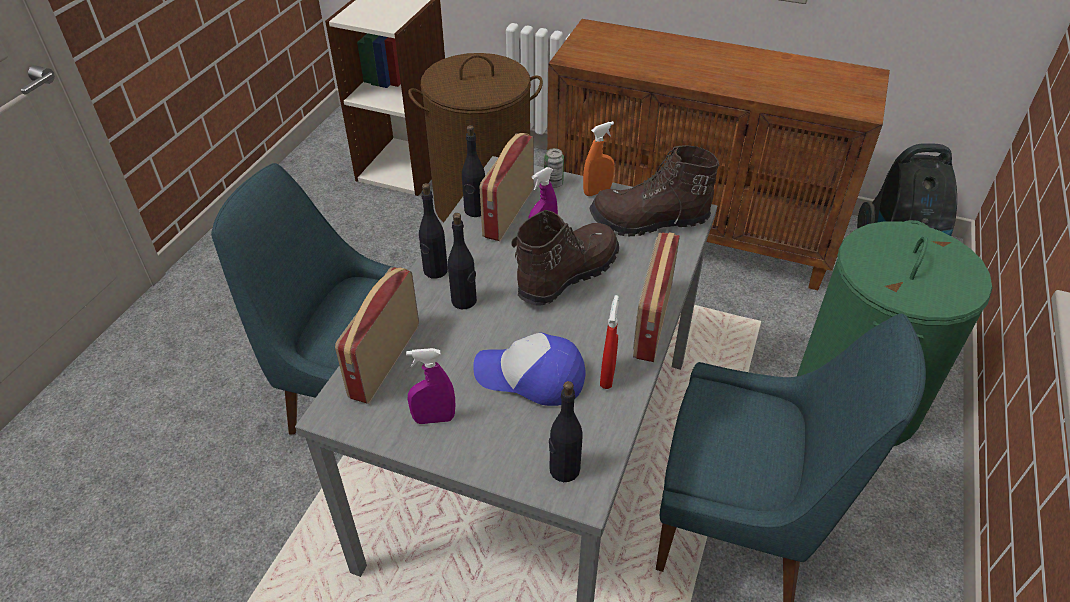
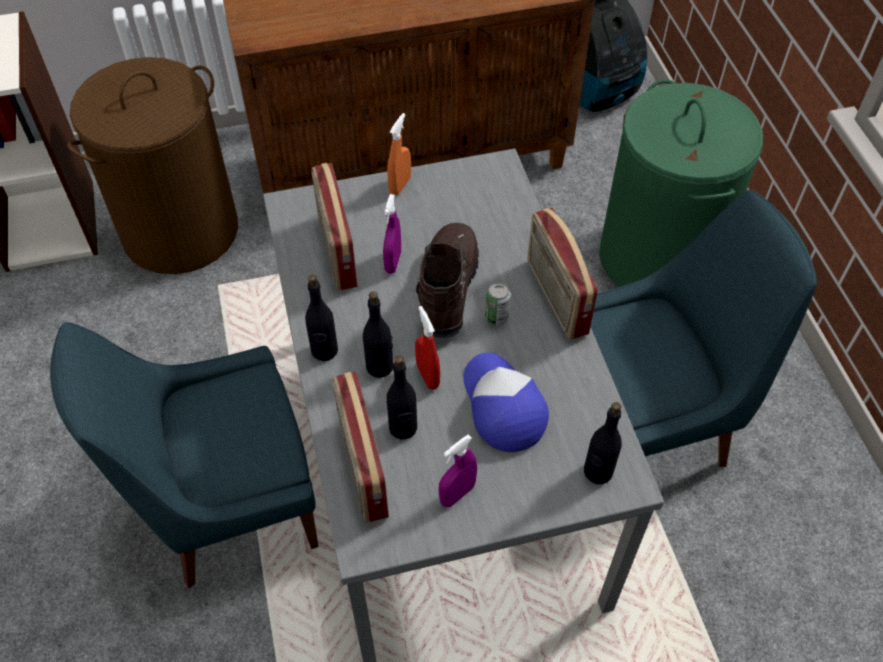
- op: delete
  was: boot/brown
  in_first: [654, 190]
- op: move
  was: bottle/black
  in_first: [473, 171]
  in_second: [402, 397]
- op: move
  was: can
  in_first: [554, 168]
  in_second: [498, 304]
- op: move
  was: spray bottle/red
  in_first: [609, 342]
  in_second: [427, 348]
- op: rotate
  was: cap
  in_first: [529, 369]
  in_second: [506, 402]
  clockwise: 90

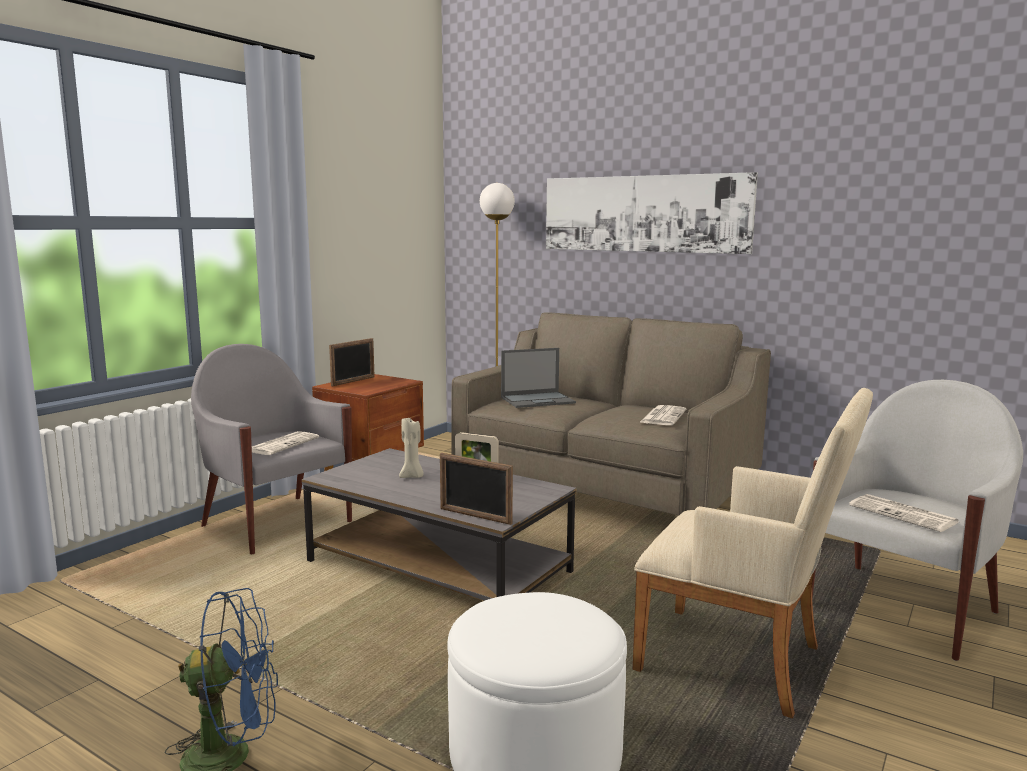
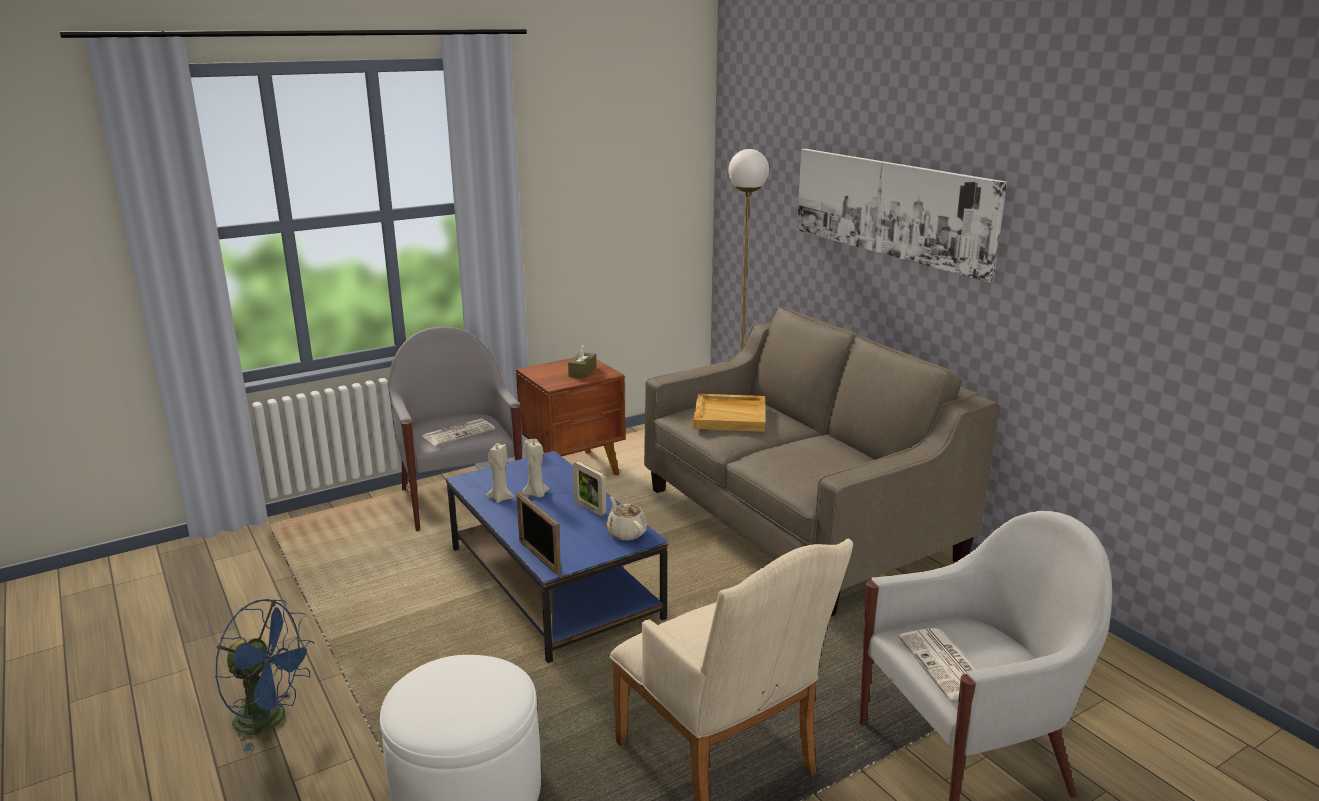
- op: delete
  was: picture frame
  in_first: [352, 362]
- op: delete
  was: newspaper
  in_first: [663, 415]
- op: insert
  now: candle/beige
  in_second: [500, 473]
- op: insert
  now: tissue box/brown
  in_second: [582, 361]
- op: insert
  now: teapot/beige
  in_second: [626, 518]
- op: replace
  was: laptop
  now: tray/beige
  in_first: [538, 378]
  in_second: [729, 413]
- op: recolor
  was: coffee table/grey
  now: coffee table/blue
  in_first: [439, 524]
  in_second: [557, 557]

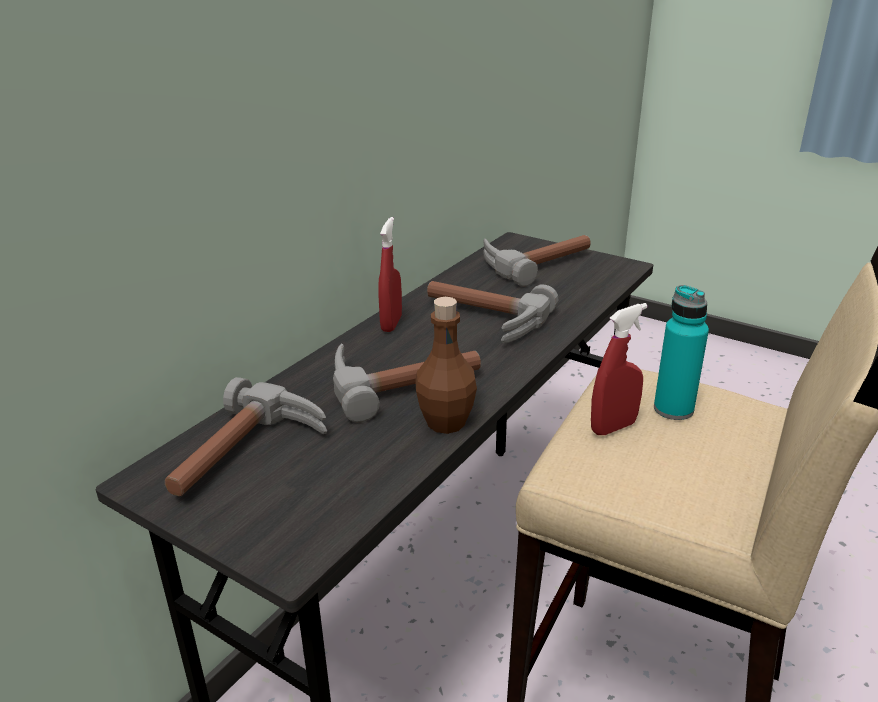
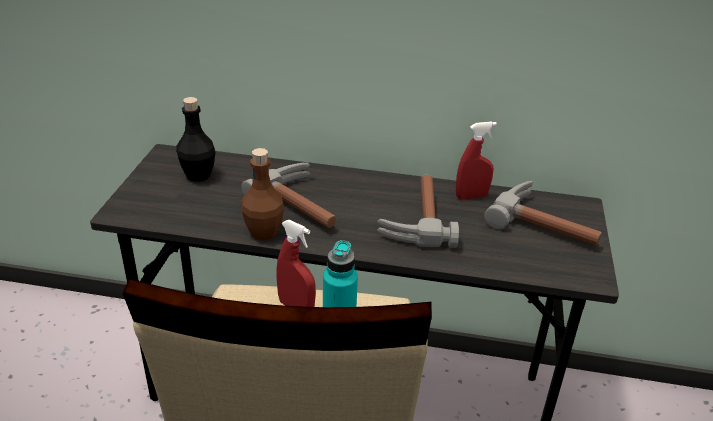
- op: move
  was: spray bottle/red
  in_first: [390, 274]
  in_second: [476, 160]
- op: replace
  was: hammer
  now: bottle/black
  in_first: [246, 436]
  in_second: [195, 139]

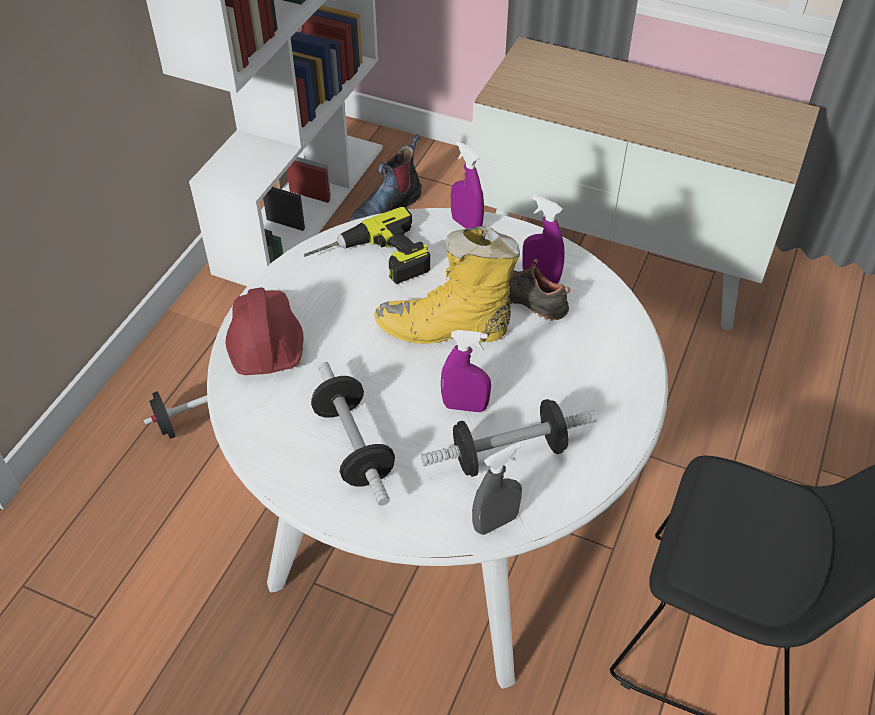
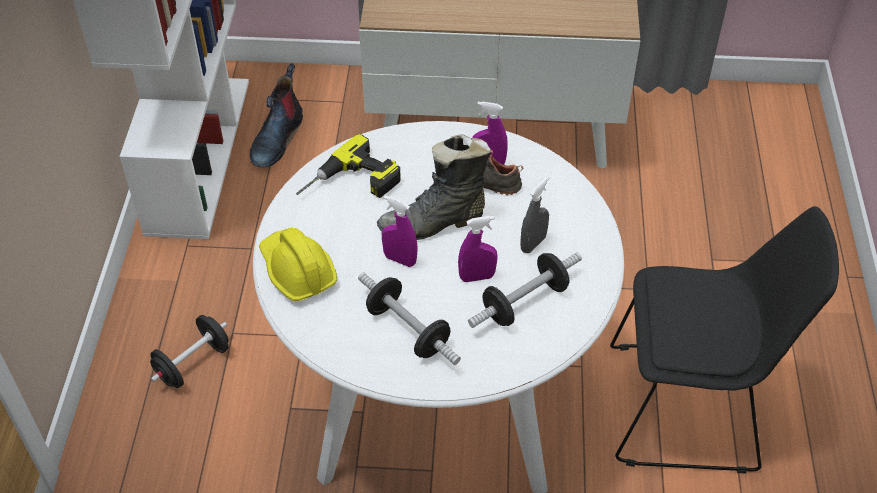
- op: move
  was: spray bottle/purple
  in_first: [467, 185]
  in_second: [400, 231]
- op: move
  was: spray bottle/grey
  in_first: [497, 489]
  in_second: [534, 214]
- op: recolor
  was: hard hat/red
  now: hard hat/yellow
  in_first: [264, 331]
  in_second: [298, 264]
- op: recolor
  was: boot/yellow
  now: boot/black
  in_first: [447, 285]
  in_second: [434, 187]

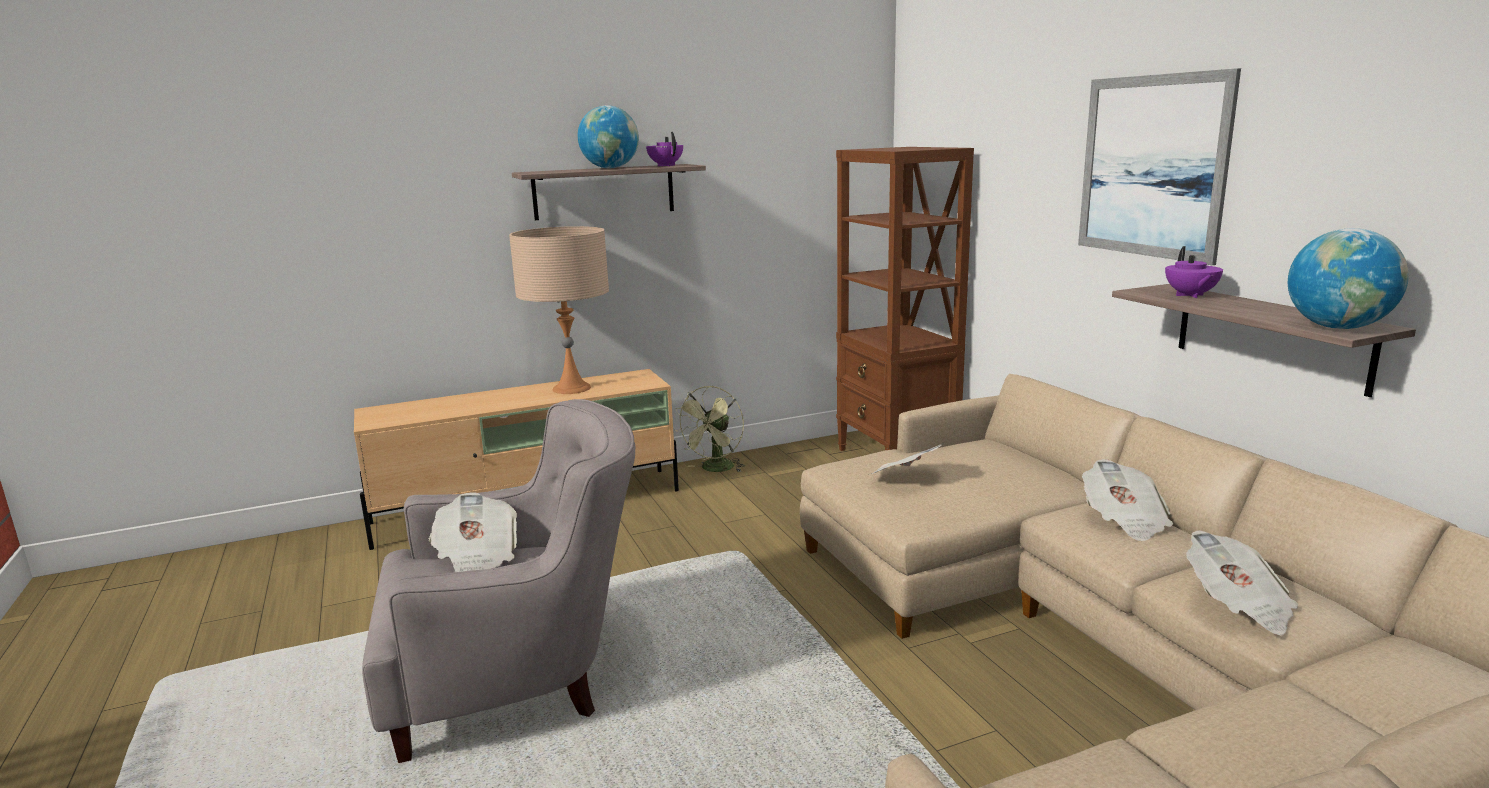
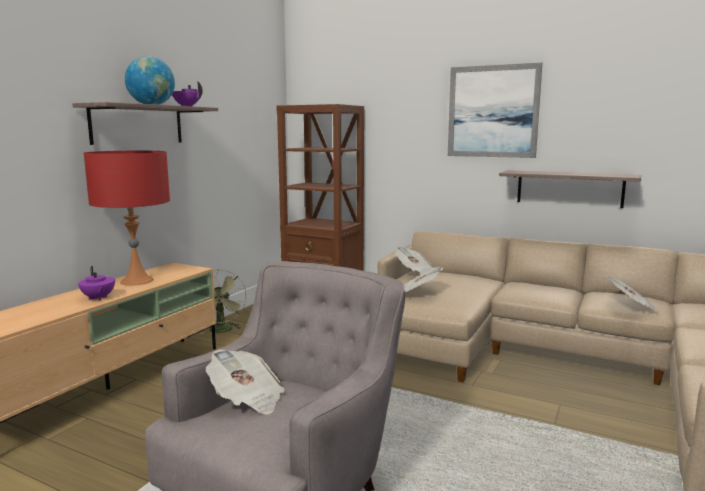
- op: delete
  was: globe
  in_first: [1348, 278]
- op: move
  was: newspaper
  in_first: [1127, 500]
  in_second: [414, 260]
- op: move
  was: teapot/purple
  in_first: [1194, 272]
  in_second: [96, 283]
- op: recolor
  was: table lamp/beige
  now: table lamp/red
  in_first: [559, 310]
  in_second: [127, 218]

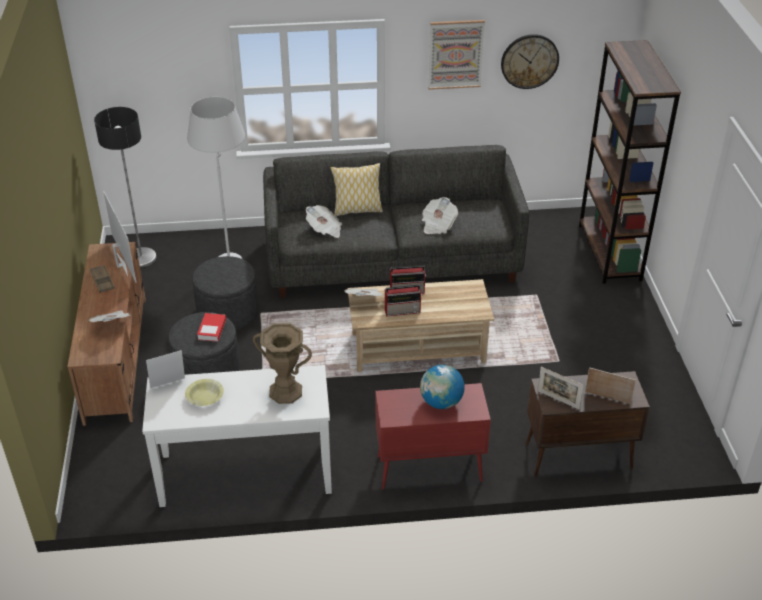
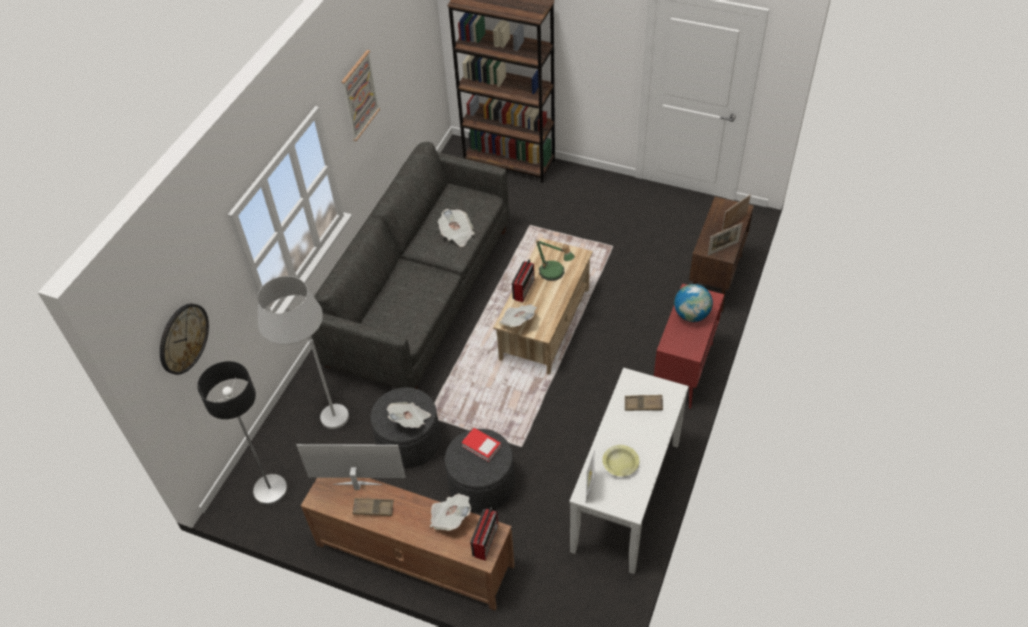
- op: delete
  was: pillow
  in_first: [356, 189]
- op: insert
  now: table lamp
  in_second: [555, 260]
- op: move
  was: newspaper
  in_first: [324, 221]
  in_second: [409, 415]
- op: move
  was: radio
  in_first: [403, 301]
  in_second: [484, 534]
- op: move
  was: wall clock
  in_first: [530, 61]
  in_second: [184, 339]
- op: replace
  was: vase/brown
  now: tray/brown
  in_first: [282, 363]
  in_second: [644, 403]

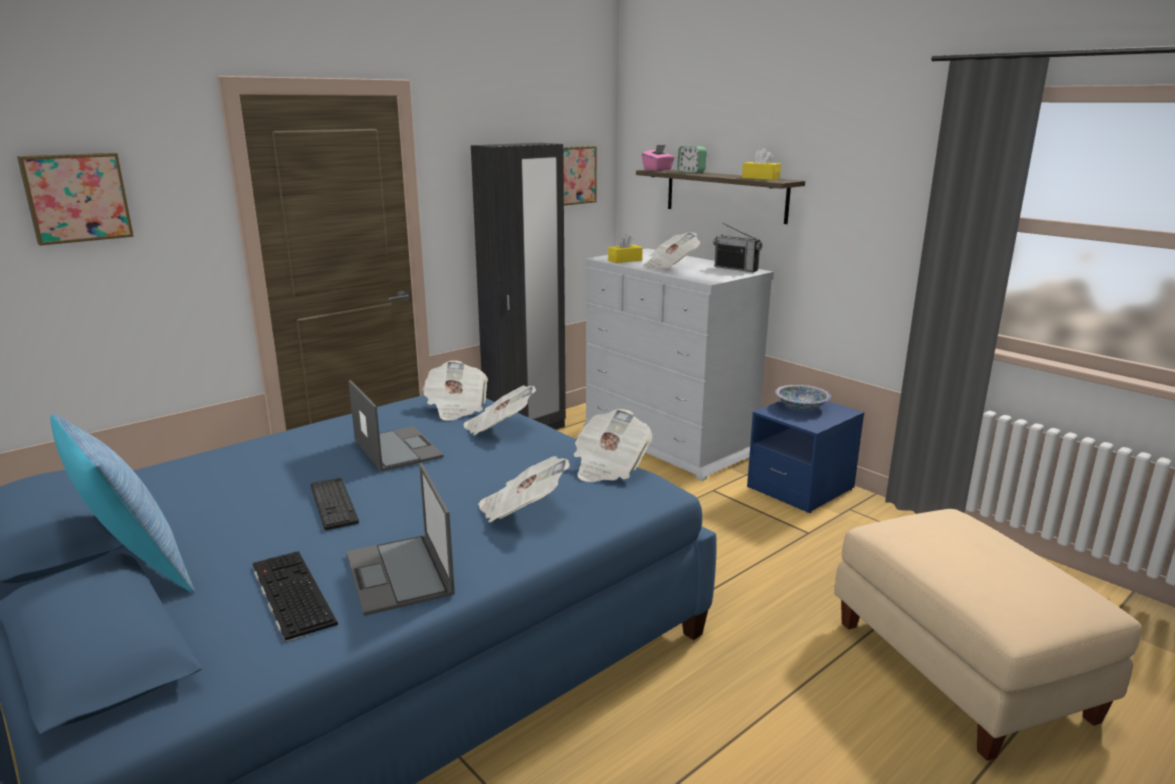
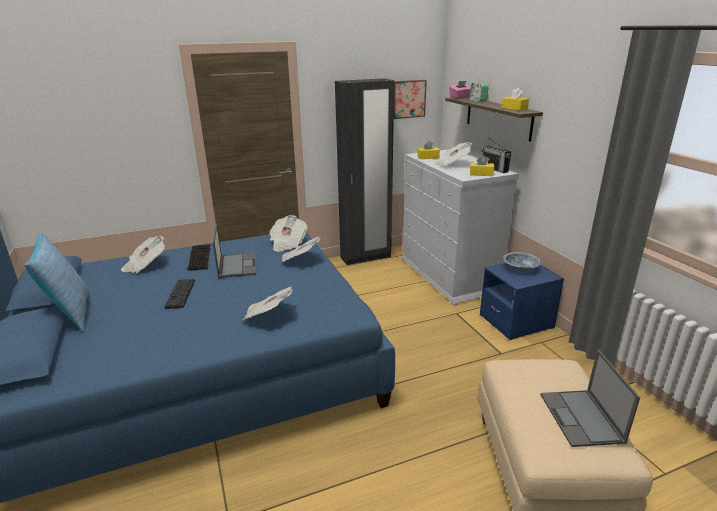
- op: delete
  was: picture
  in_first: [75, 199]
- op: insert
  now: tissue box/yellow
  in_second: [482, 165]
- op: move
  was: keyboard
  in_first: [295, 596]
  in_second: [199, 257]
- op: move
  was: laptop
  in_first: [400, 539]
  in_second: [590, 398]
- op: move
  was: newspaper
  in_first: [613, 445]
  in_second: [143, 254]

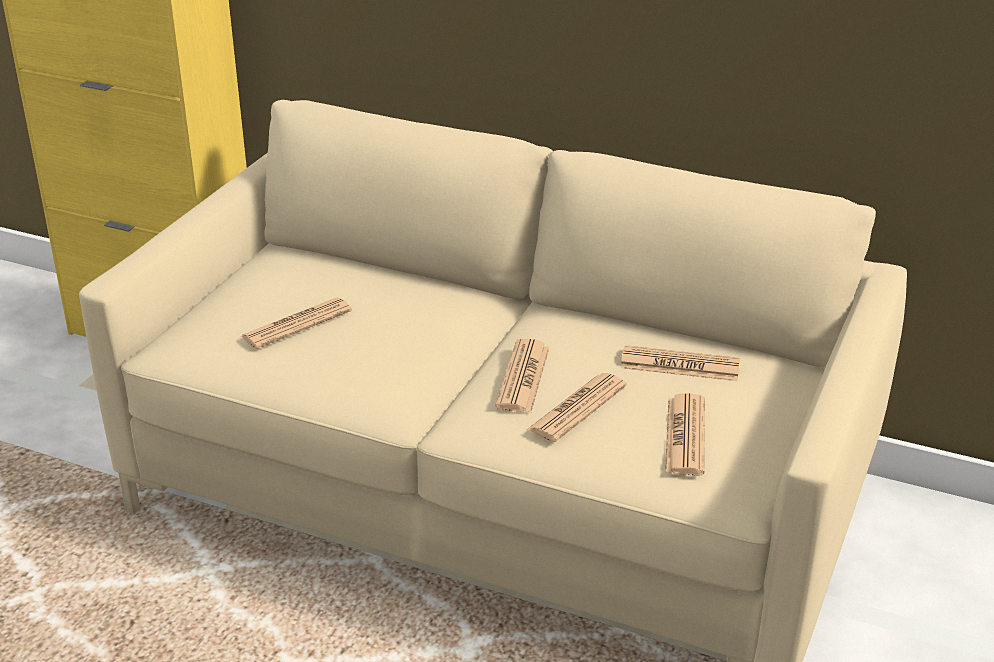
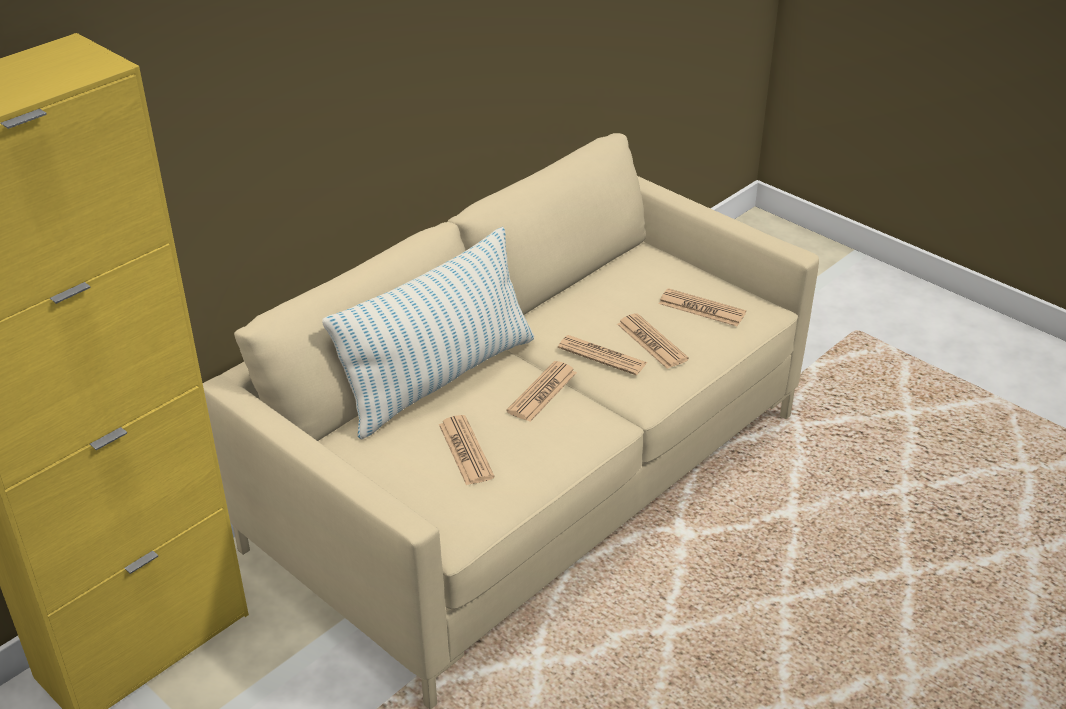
- op: insert
  now: pillow
  in_second: [428, 333]
- op: move
  was: newspaper
  in_first: [680, 363]
  in_second: [542, 391]

